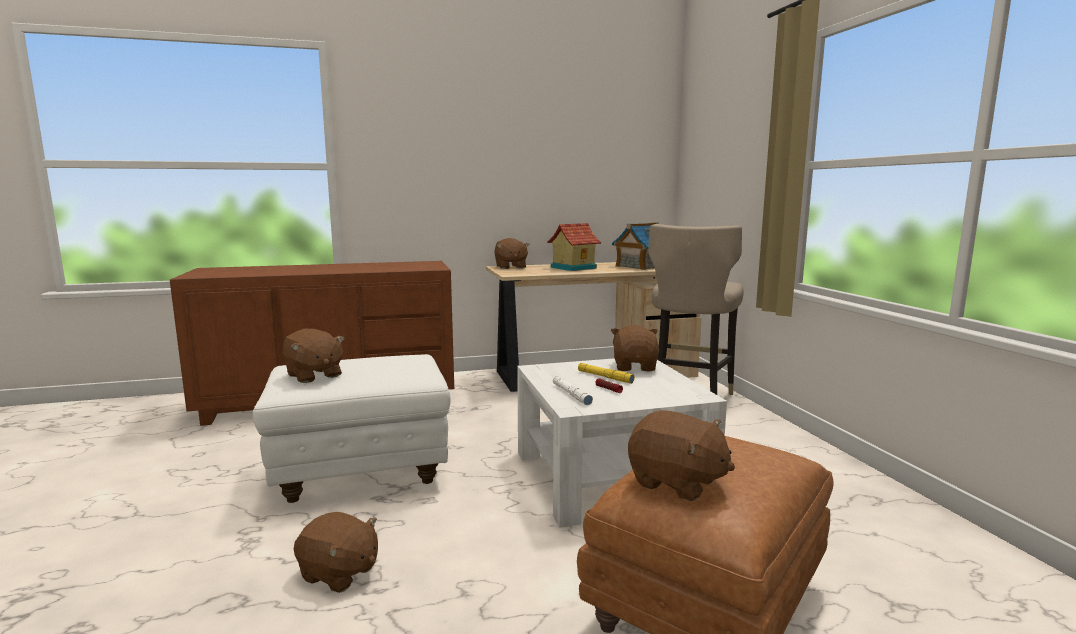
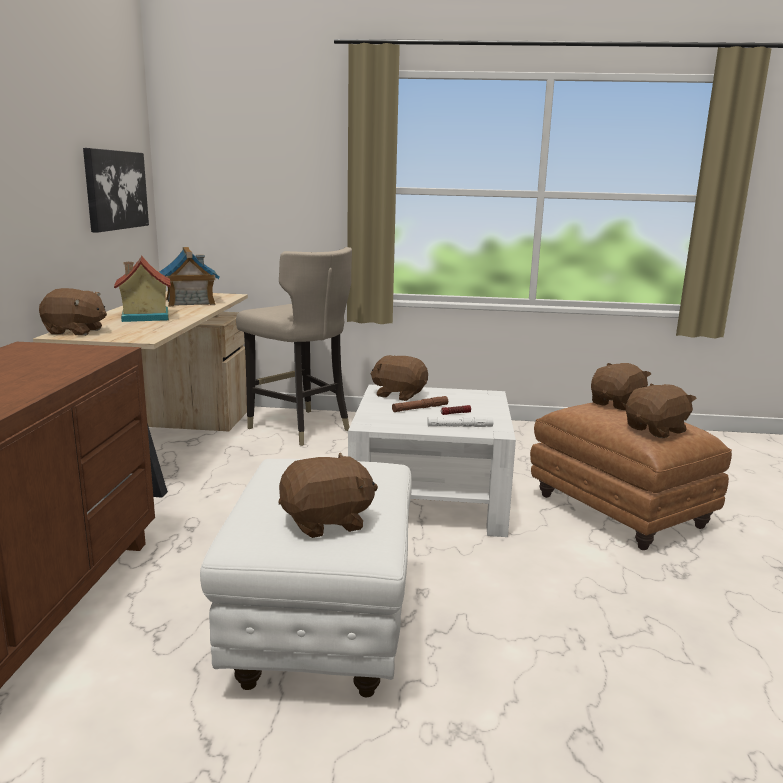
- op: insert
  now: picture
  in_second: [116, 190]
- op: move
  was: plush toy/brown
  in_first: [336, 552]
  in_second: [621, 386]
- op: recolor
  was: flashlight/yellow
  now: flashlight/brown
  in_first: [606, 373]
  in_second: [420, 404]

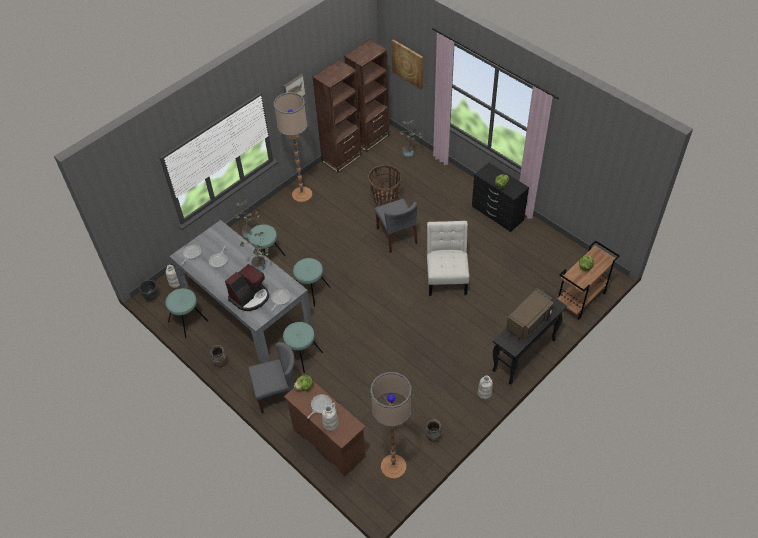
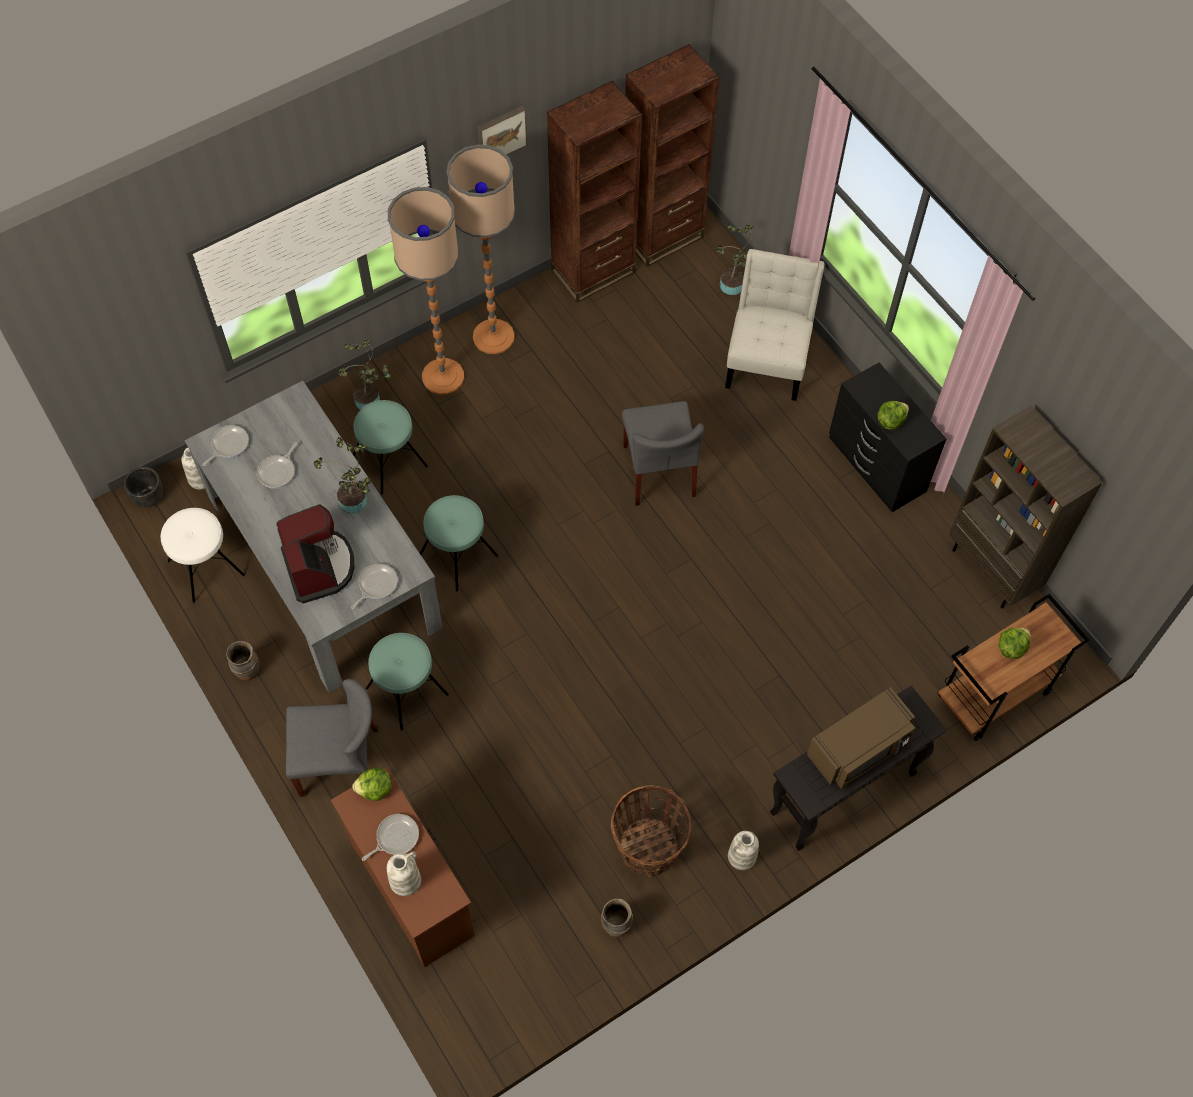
- op: delete
  was: picture
  in_first: [407, 64]
- op: insert
  now: bookcase/brown
  in_second: [1026, 507]
- op: move
  was: basket
  in_first: [384, 185]
  in_second: [651, 831]
- op: move
  was: floor lamp
  in_first: [391, 425]
  in_second: [426, 291]
- op: move
  was: chair/white
  in_first: [448, 258]
  in_second: [774, 325]
- op: recolor
  was: stool/turquoise
  now: stool/white
  in_first: [187, 313]
  in_second: [202, 555]
- op: rotate
  was: coffee machine
  in_first: [247, 287]
  in_second: [315, 554]
  clockwise: -75

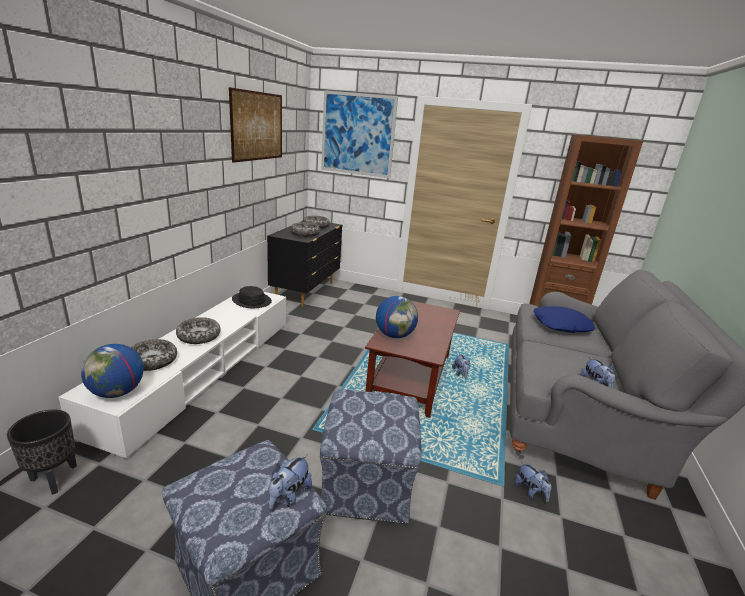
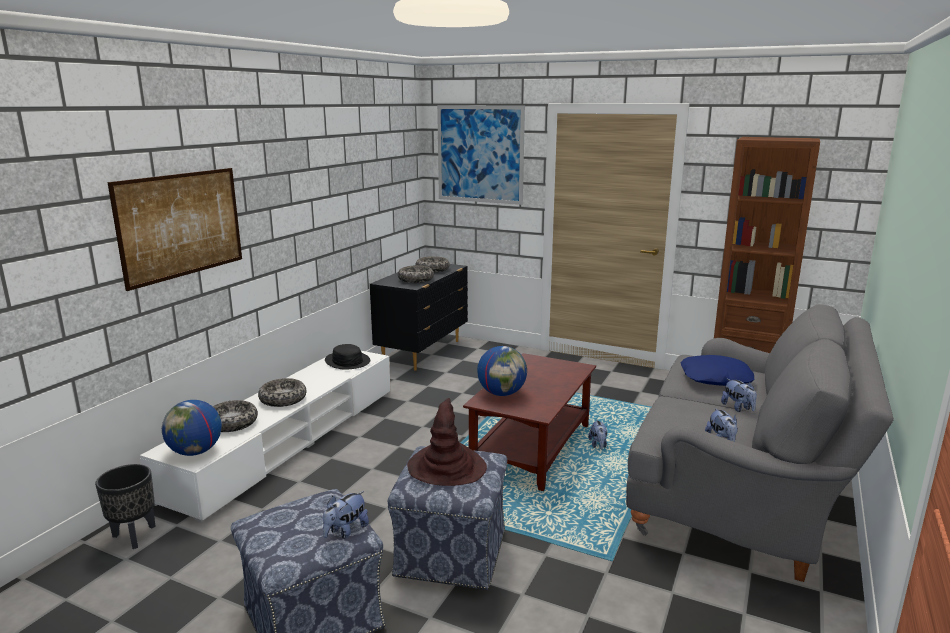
- op: insert
  now: hat/brown
  in_second: [447, 442]
- op: move
  was: picture
  in_first: [255, 125]
  in_second: [175, 229]
- op: move
  was: plush toy
  in_first: [533, 482]
  in_second: [739, 395]

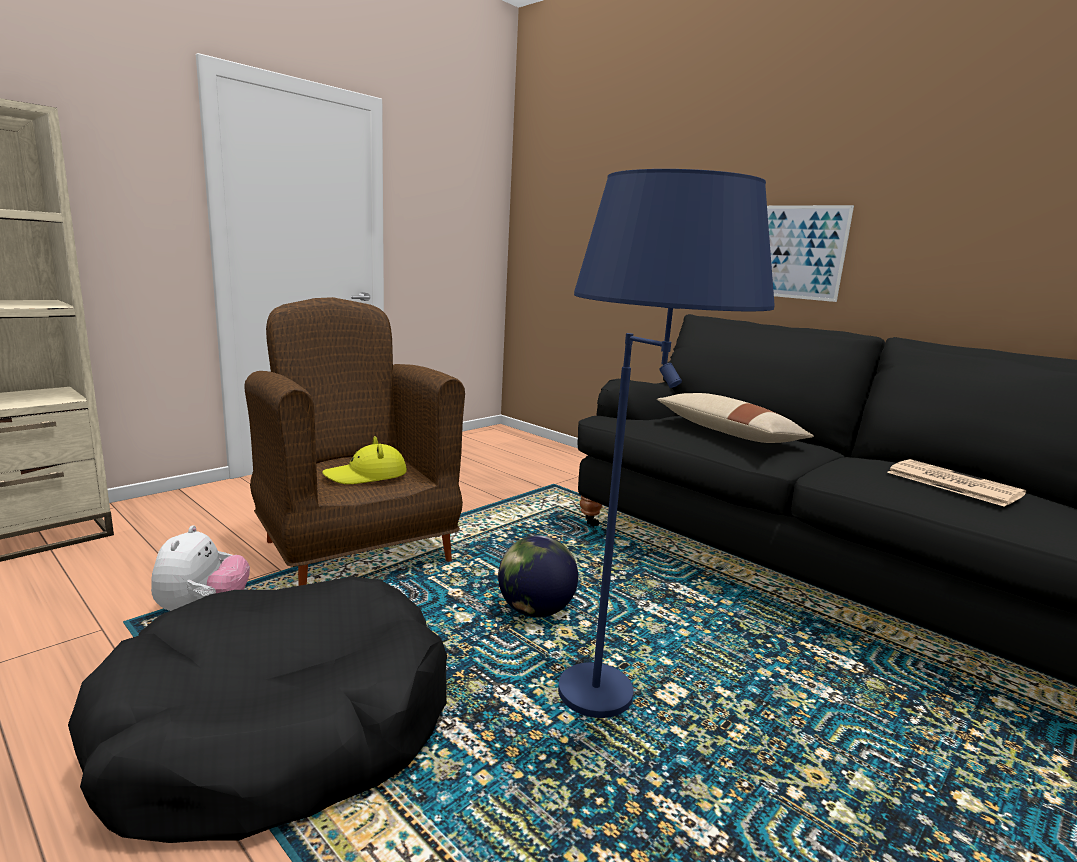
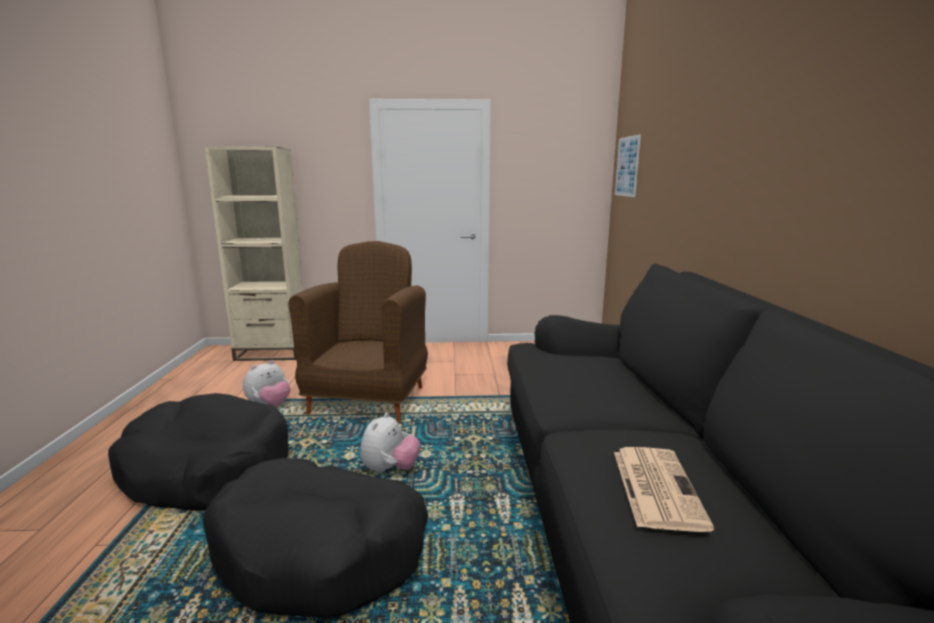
- op: delete
  was: hat/yellow
  in_first: [364, 460]
- op: delete
  was: pillow/beige
  in_first: [735, 418]
- op: move
  was: picture
  in_first: [810, 253]
  in_second: [628, 165]
- op: replace
  was: globe
  now: plush toy
  in_first: [538, 576]
  in_second: [390, 442]
- op: replace
  was: floor lamp/blue
  now: dog bed/black
  in_first: [666, 443]
  in_second: [315, 538]

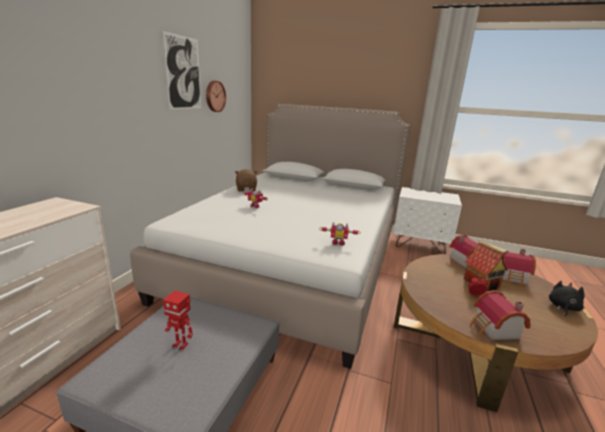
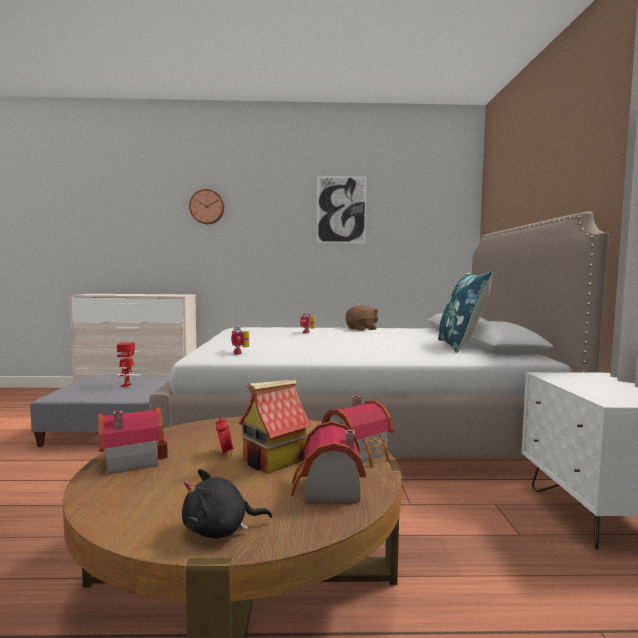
- op: insert
  now: pillow/blue
  in_second: [465, 312]
- op: move
  was: wall clock
  in_first: [216, 96]
  in_second: [206, 206]
- op: rotate
  was: plush toy/black
  in_first: [567, 299]
  in_second: [227, 503]
  clockwise: 150

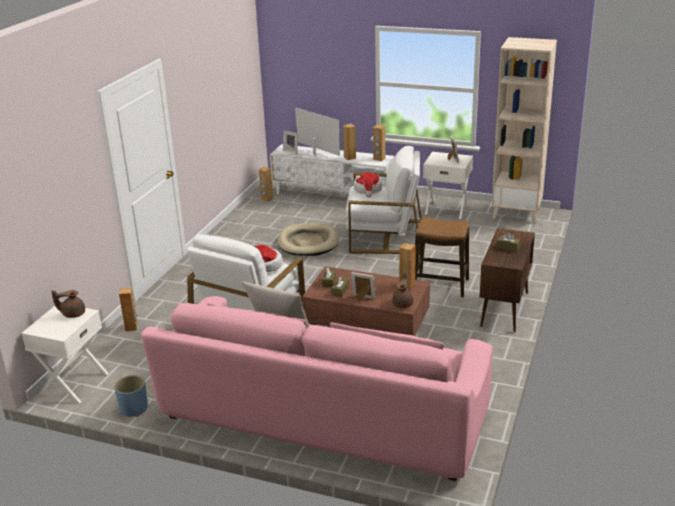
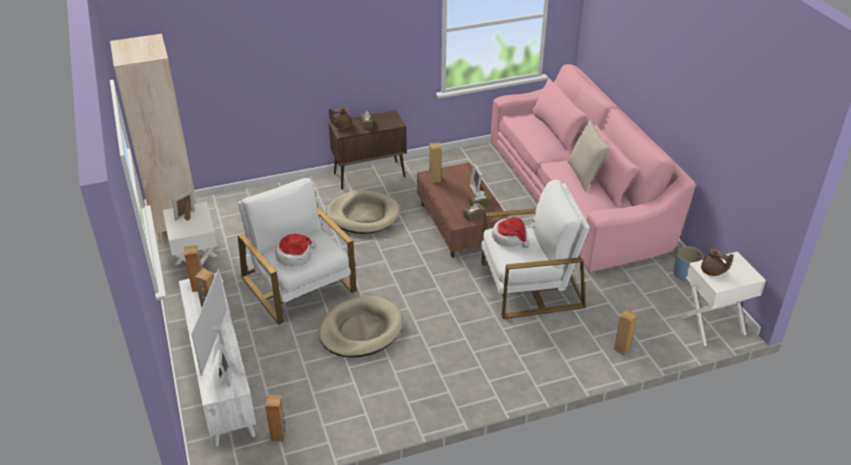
- op: move
  was: teapot/brown
  in_first: [402, 290]
  in_second: [340, 118]
- op: replace
  was: stool
  now: dog bed/beige
  in_first: [442, 257]
  in_second: [363, 212]

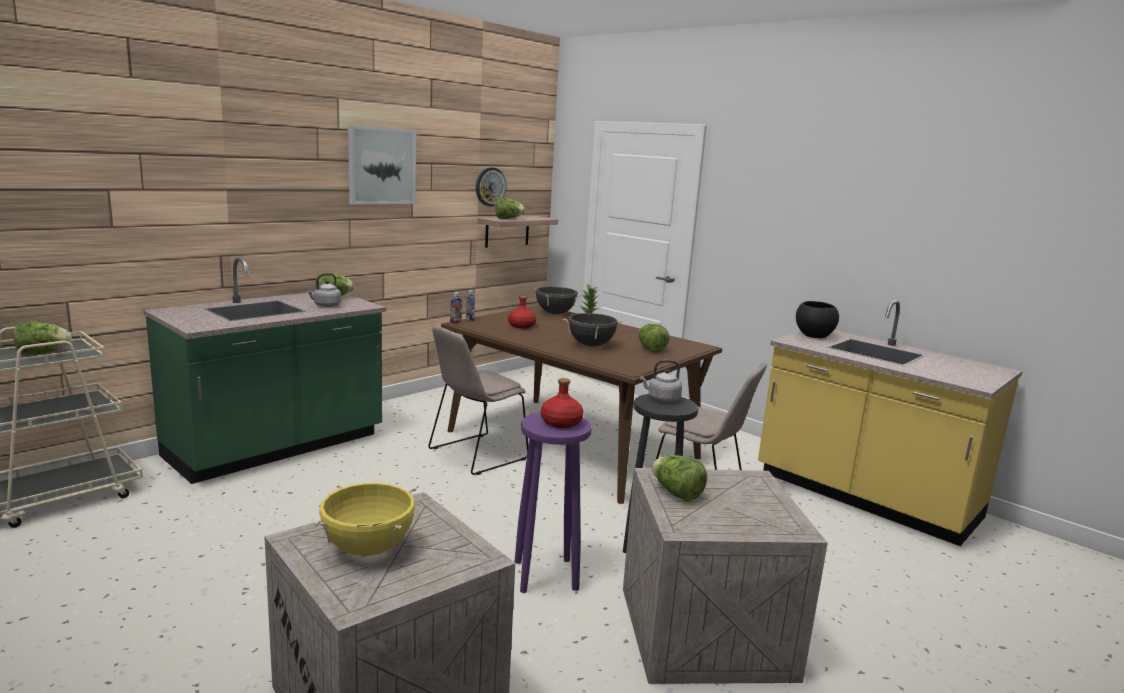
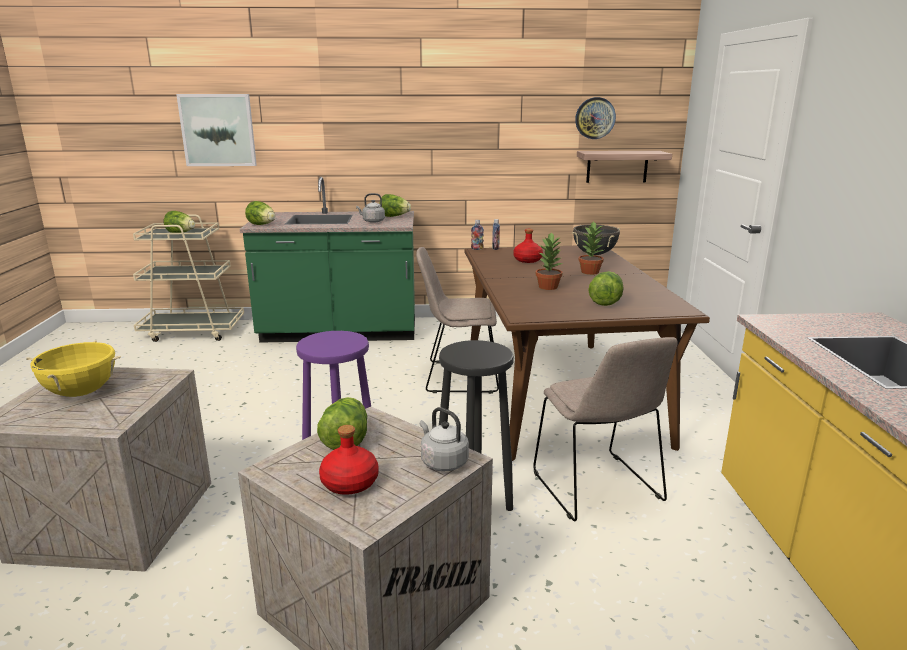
- op: delete
  was: bowl/black
  in_first: [817, 319]
- op: move
  was: picture
  in_first: [382, 165]
  in_second: [216, 130]
- op: move
  was: lettuce
  in_first: [510, 208]
  in_second: [260, 213]
- op: move
  was: bottle/red
  in_first: [562, 403]
  in_second: [348, 460]
- op: move
  was: kettle/grey
  in_first: [661, 381]
  in_second: [444, 439]
- op: replace
  was: cooking pot/black
  now: potted plant
  in_first: [593, 330]
  in_second: [549, 261]

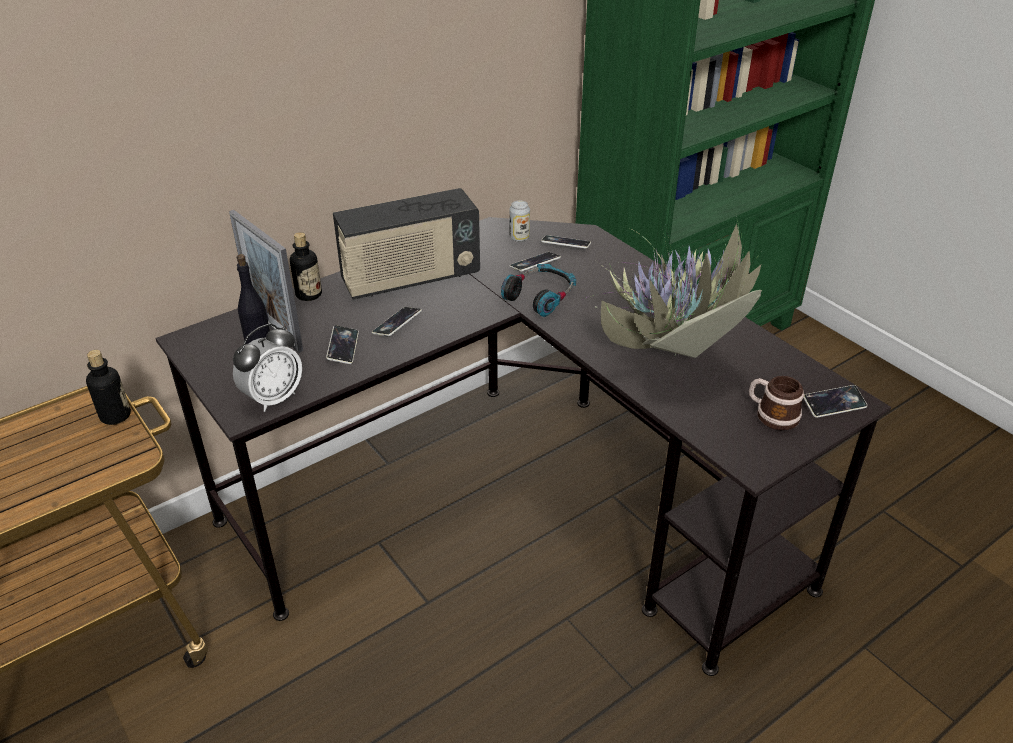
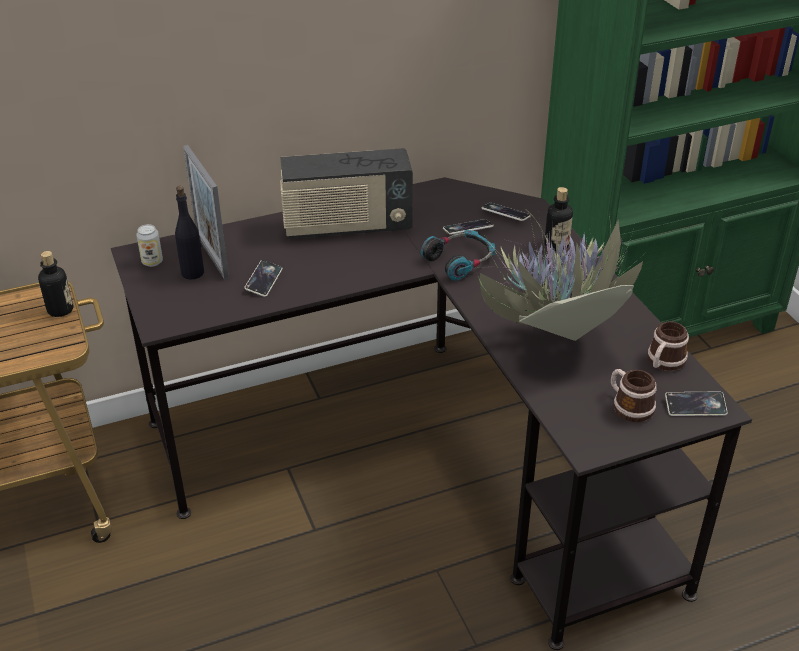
- op: delete
  was: alarm clock
  in_first: [267, 368]
- op: delete
  was: phone
  in_first: [397, 321]
- op: insert
  now: mug
  in_second: [668, 346]
- op: move
  was: bottle
  in_first: [306, 266]
  in_second: [559, 219]
- op: move
  was: can
  in_first: [519, 221]
  in_second: [149, 245]

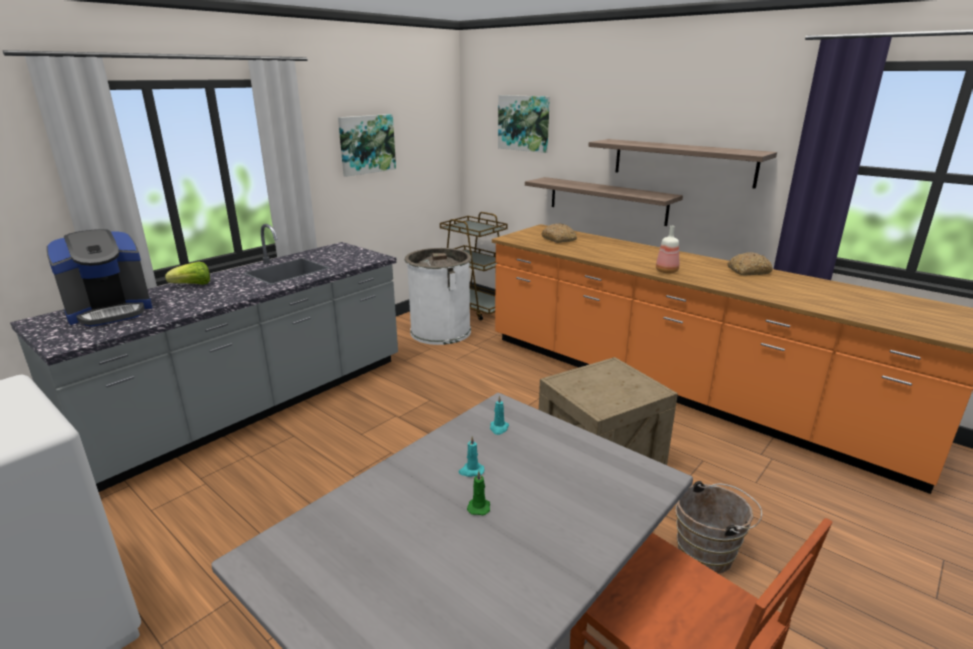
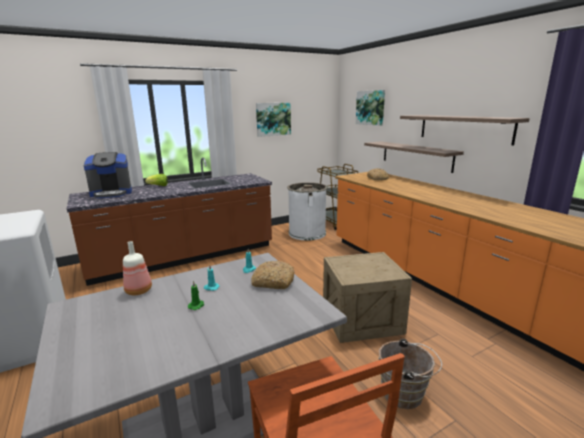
- op: move
  was: bottle
  in_first: [667, 250]
  in_second: [137, 268]
- op: move
  was: bread
  in_first: [750, 263]
  in_second: [272, 275]
- op: recolor
  was: counter/grey
  now: counter/brown
  in_first: [204, 358]
  in_second: [169, 221]

